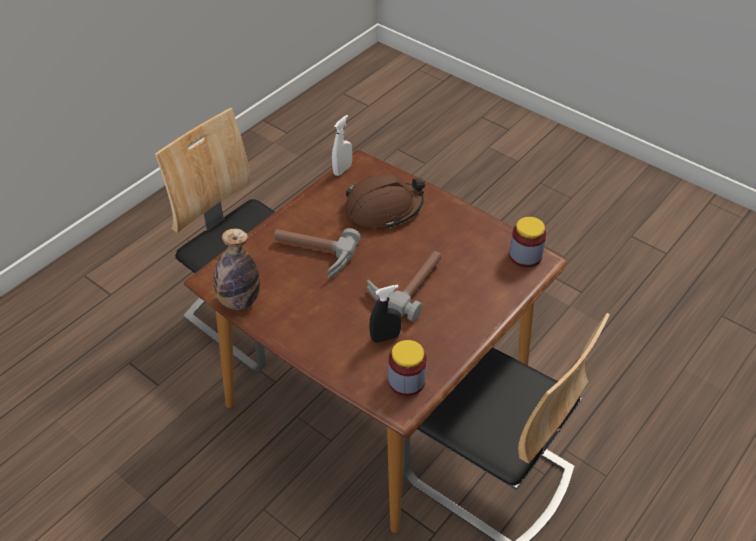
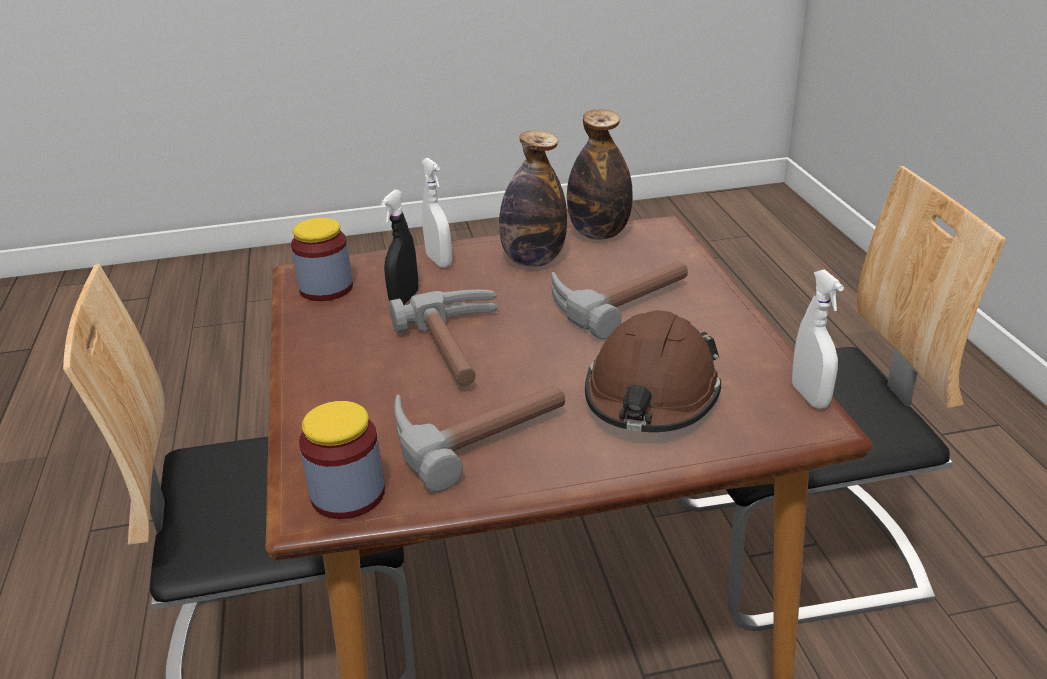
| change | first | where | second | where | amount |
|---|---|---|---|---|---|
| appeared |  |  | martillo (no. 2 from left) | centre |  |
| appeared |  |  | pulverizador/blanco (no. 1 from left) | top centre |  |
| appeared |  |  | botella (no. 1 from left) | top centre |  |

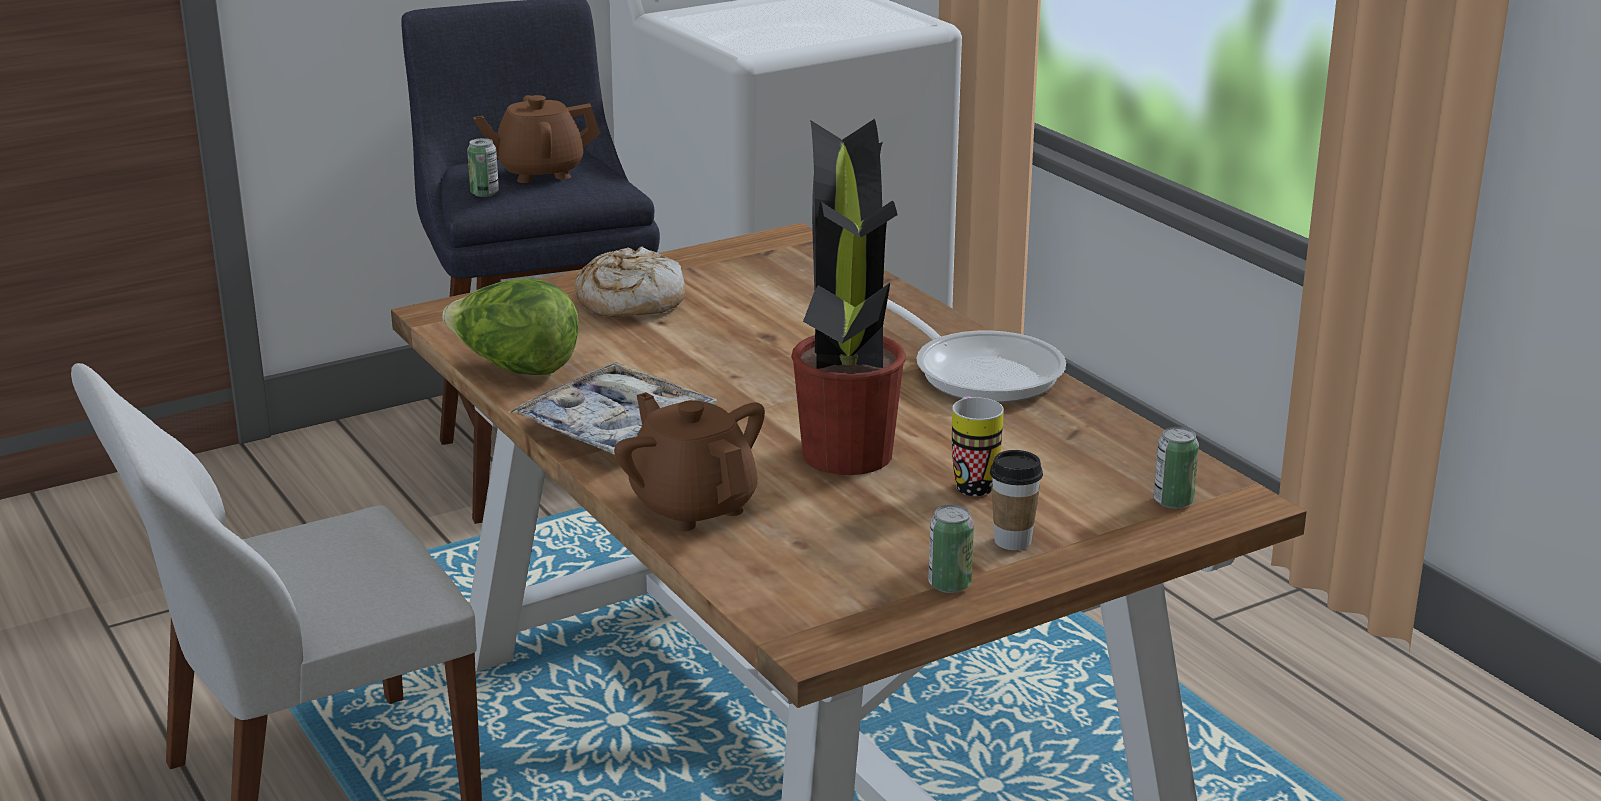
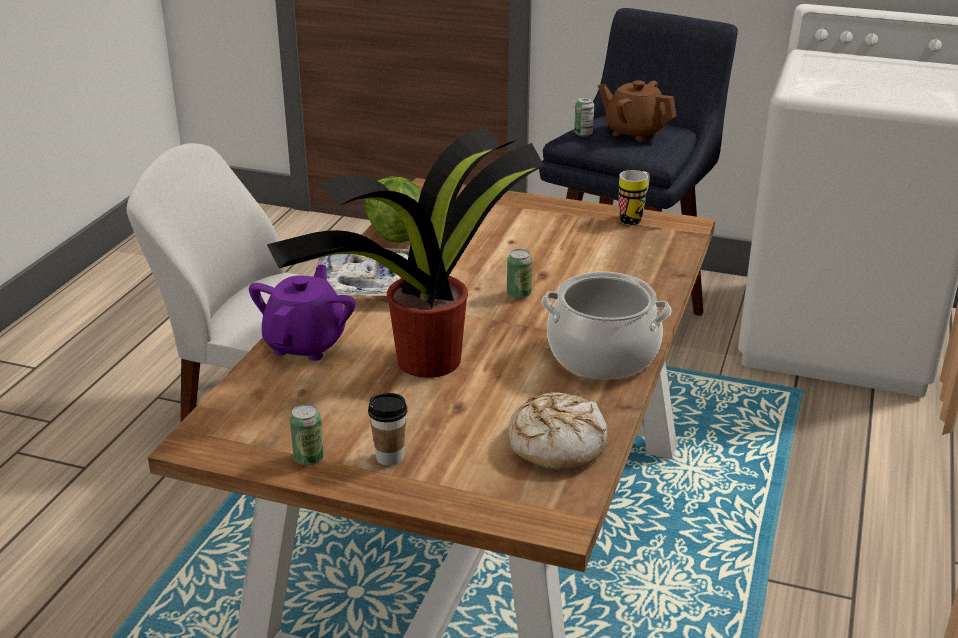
| change | first | where | second | where | amount |
|---|---|---|---|---|---|
| relocated | pan | centre |  | bottom centre |  |
| colour | tetera/marrón (no. 2 from left) | centre | tetera/morado | middle left |  |
| exchanged | sartén | centre | olla | centre |  |
| relocated | taza grande | centre |  | top centre |  |
| relocated | lata (no. 3 from left in the first image) | middle right | lata (no. 2 from left) | centre |  |

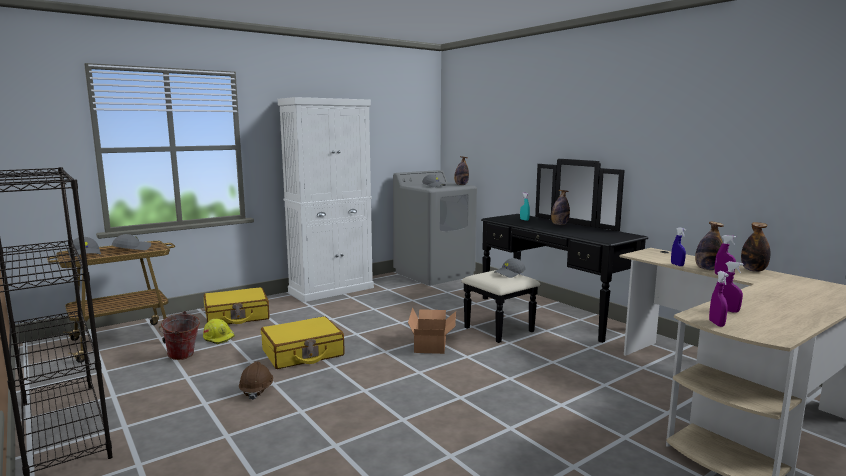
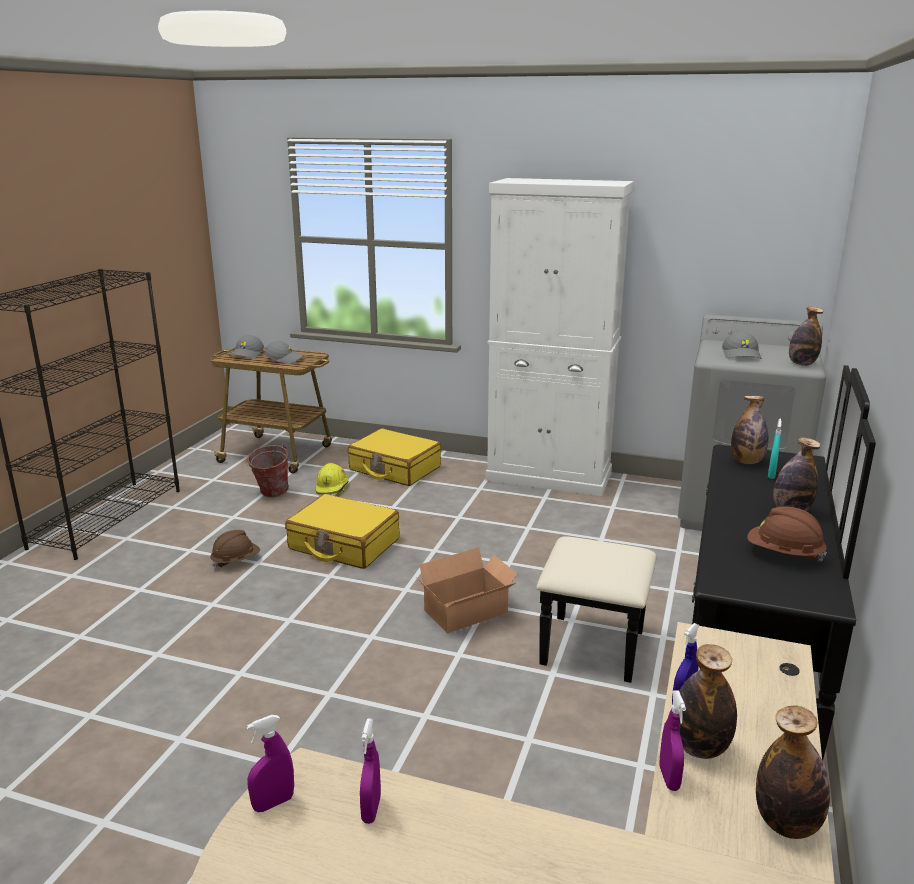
| change | first | where | second | where | amount |
|---|---|---|---|---|---|
| missing | gorra/gris (no. 4 from left) | centre |  |  |  |
| appeared |  |  | botella (no. 2 from left) | middle right |  |
| appeared |  |  | casco/marrón (no. 2 from left) | middle right |  |

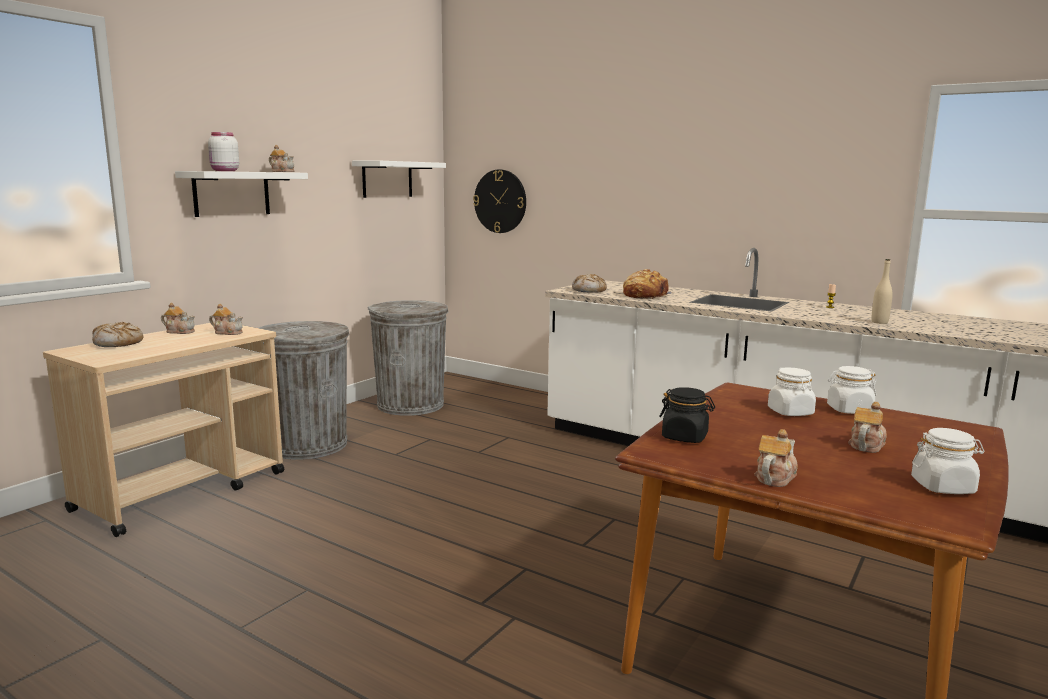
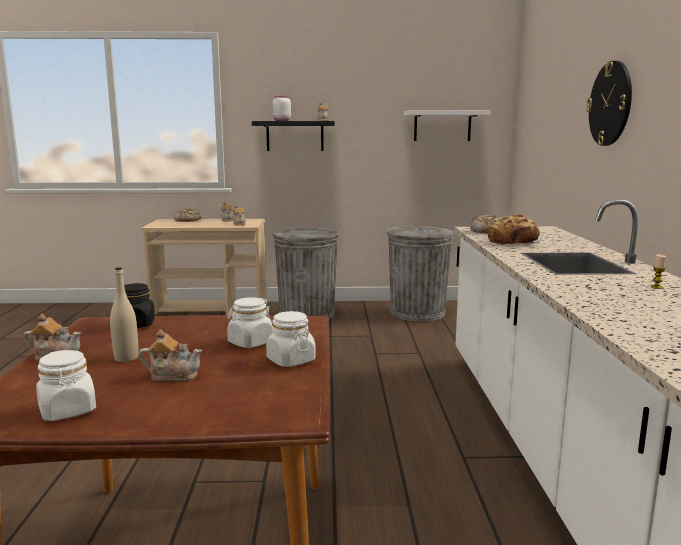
| change | first | where | second | where | amount |
|---|---|---|---|---|---|
| colour | estante/blanco (no. 1 from left) | top left | estante/negro | top centre |  |
| relocated | reloj de pared | top centre |  | top right |  |
| relocated | botella/beis | middle right |  | middle left |  |

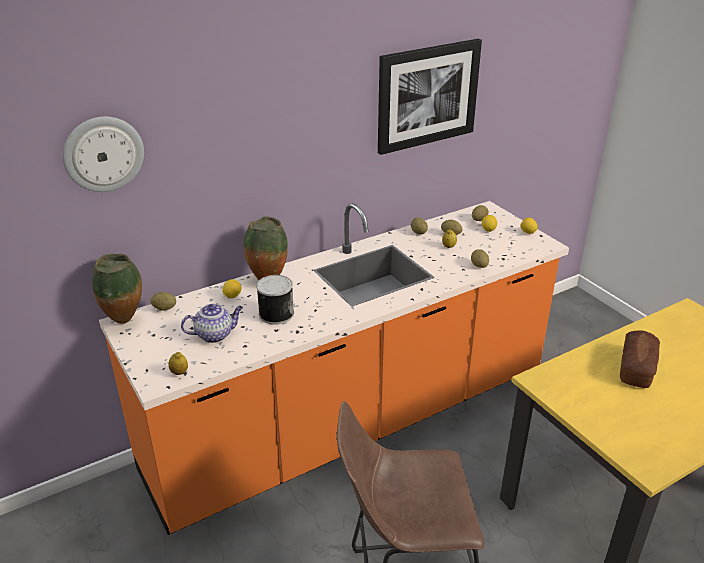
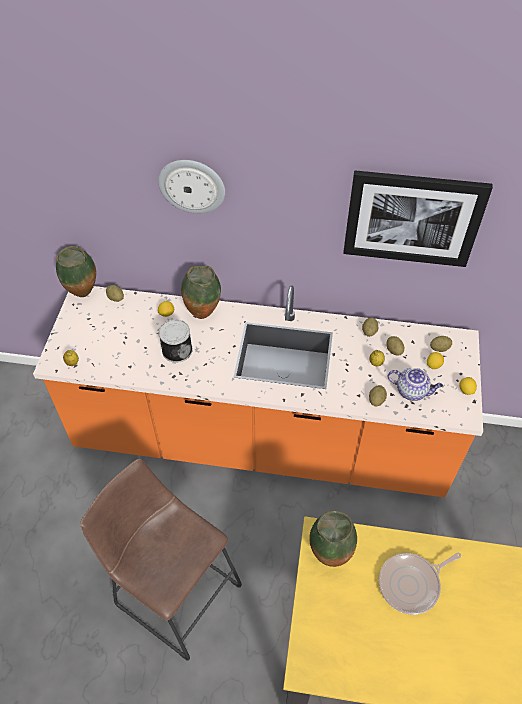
| change | first | where | second | where | amount |
|---|---|---|---|---|---|
| relocated | reloj de pared | top left |  | top centre |  |
| relocated | tetera | middle left |  | middle right |  |
| exchanged | pan | middle right | sartén | bottom right |  |
| appeared |  |  | florero (no. 3 from left) | bottom centre |  |

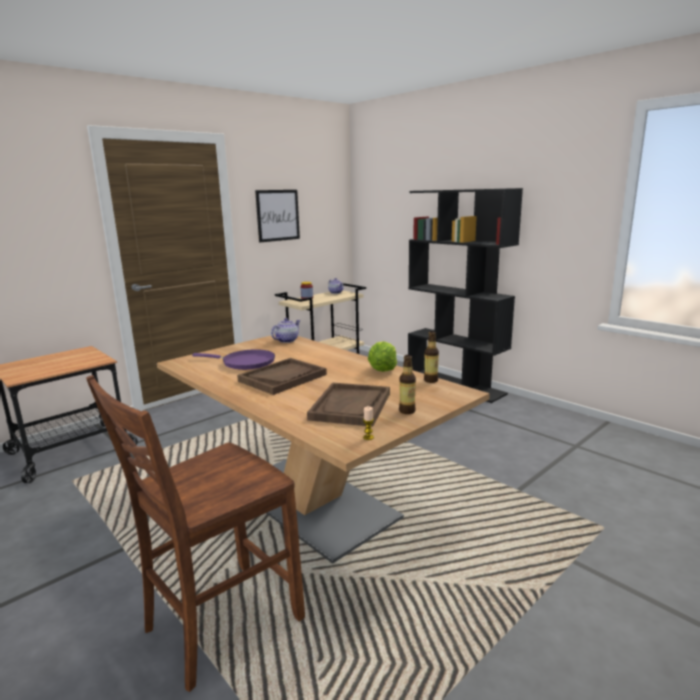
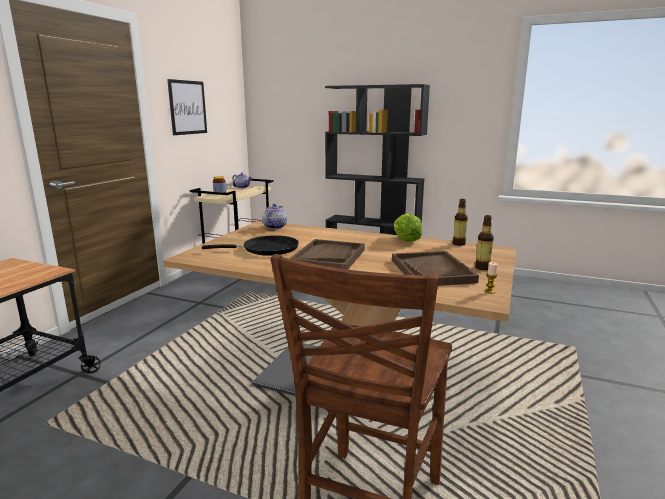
| change | first | where | second | where | amount |
|---|---|---|---|---|---|
| colour | sartén/morado | middle left | sartén/negro | centre |  |

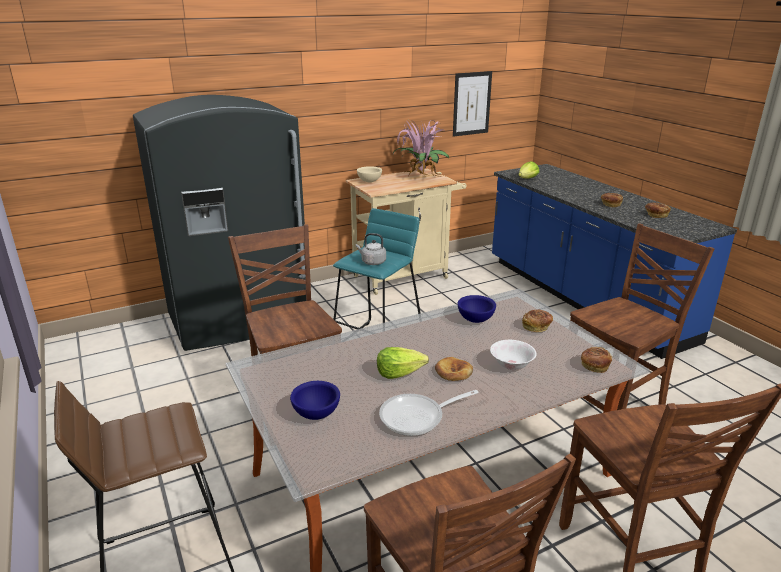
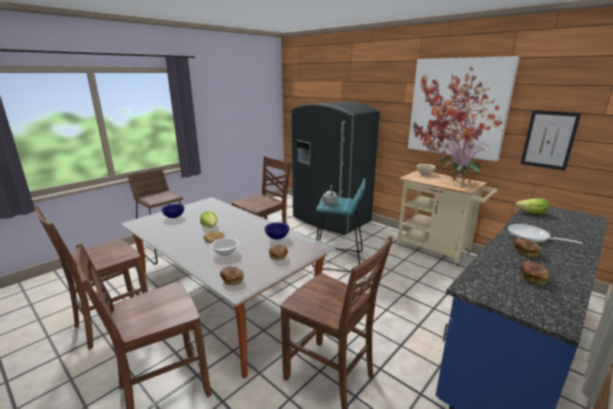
| change | first | where | second | where | amount |
|---|---|---|---|---|---|
| relocated | sartén | bottom centre |  | middle right |  |
| appeared |  |  | cuadro (no. 1 from left) | top right |  |

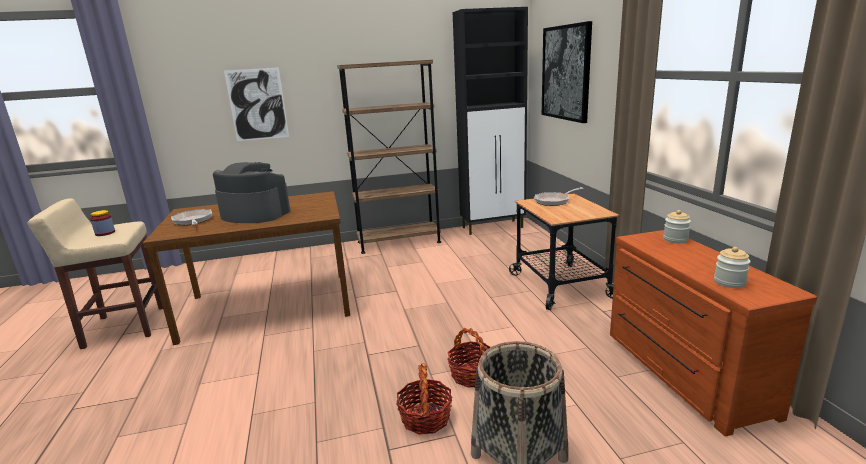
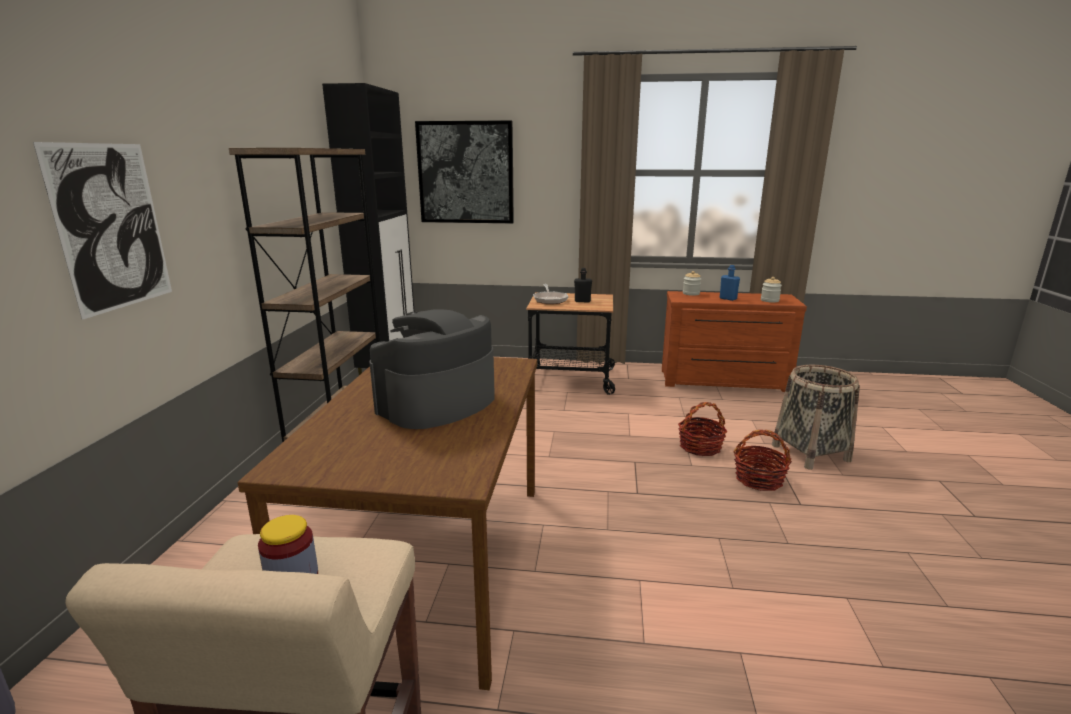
| change | first | where | second | where | amount |
|---|---|---|---|---|---|
| missing | sartén (no. 1 from left) | middle left |  |  |  |
| appeared |  |  | botella/negro | centre |  |
| appeared |  |  | botella/azul | middle right |  |

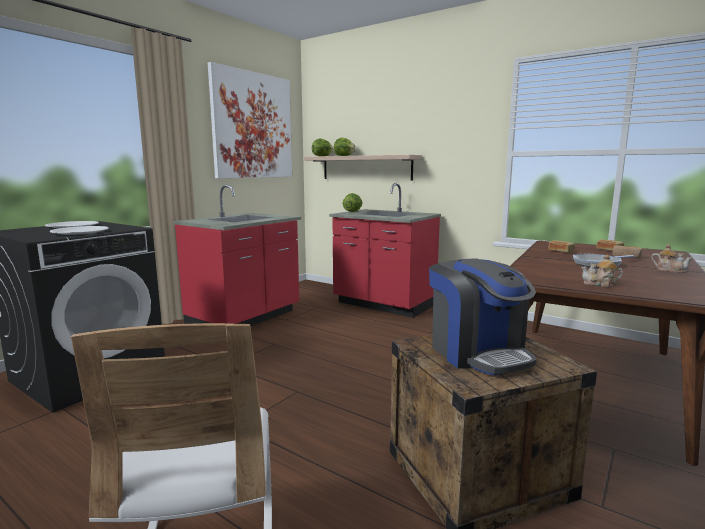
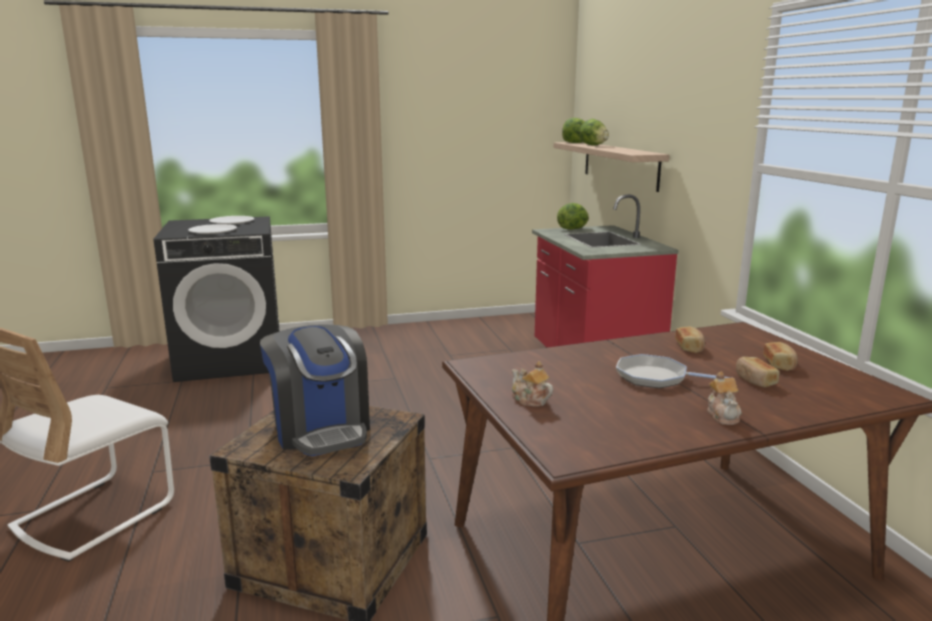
| change | first | where | second | where | amount |
|---|---|---|---|---|---|
| missing | mueble bajo de cocina/rojo (no. 1 from left) | centre |  |  |  |
| missing | cuadro | top centre |  |  |  |
| spun | cafetera | middle right |  | centre | 45 degrees counterclockwise |

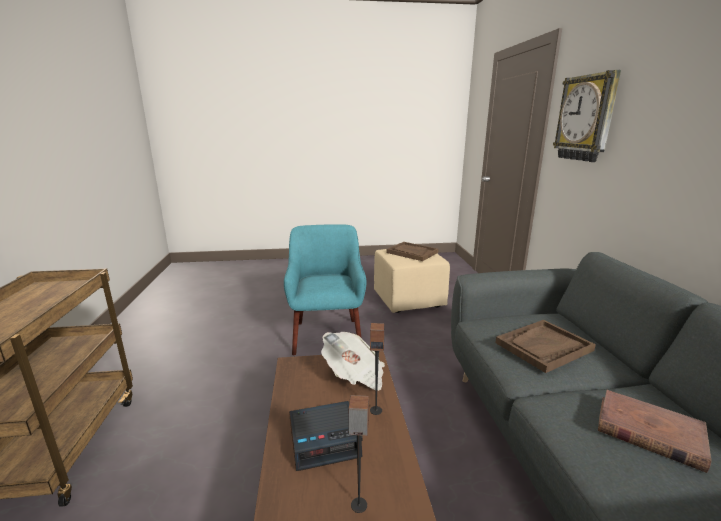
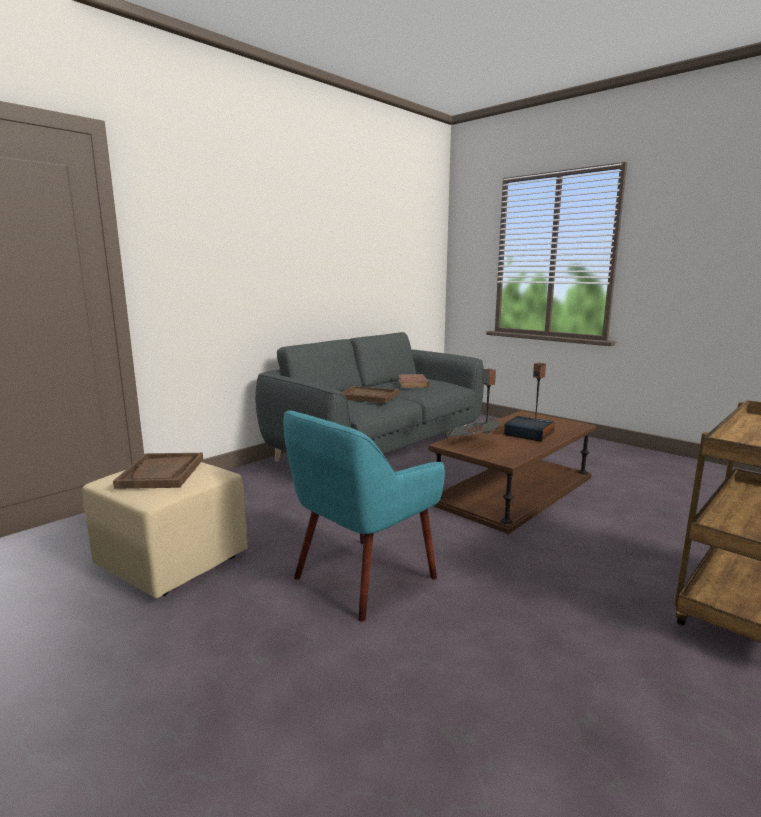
| change | first | where | second | where | amount |
|---|---|---|---|---|---|
| missing | reloj de pared | top right |  |  |  |

